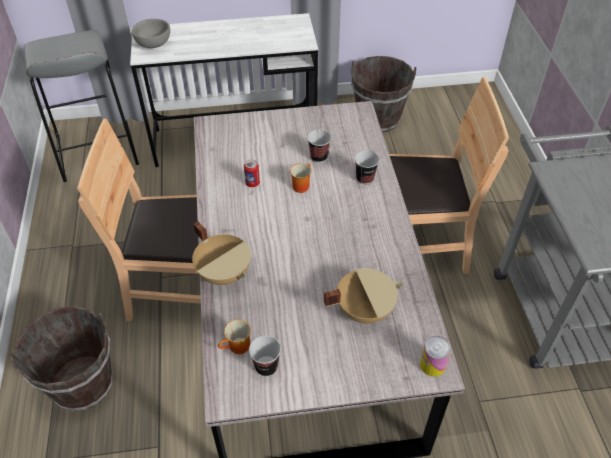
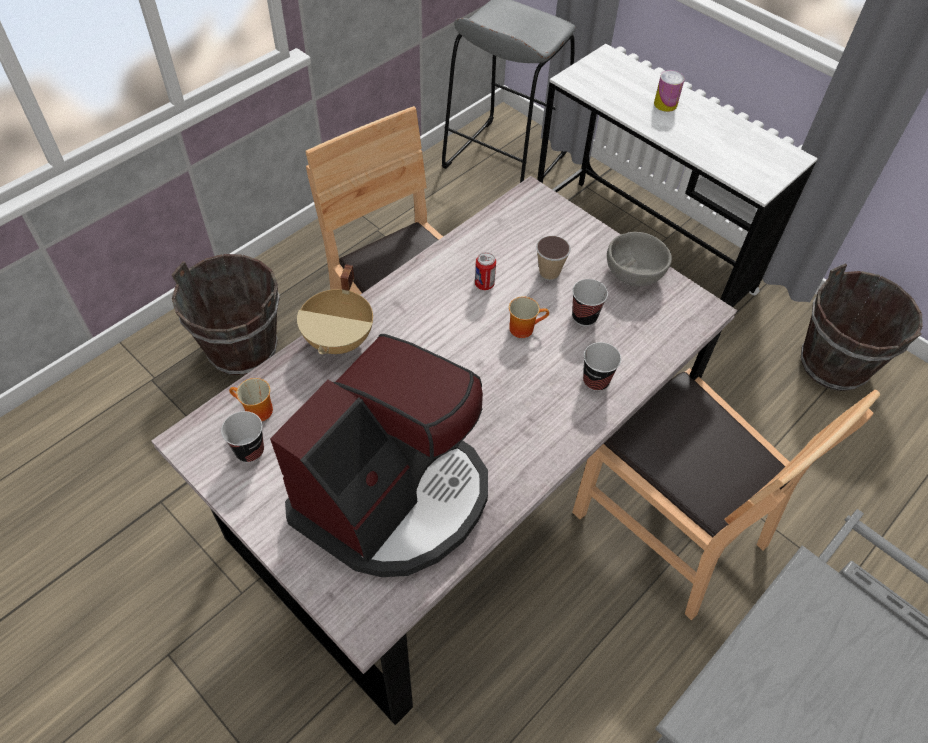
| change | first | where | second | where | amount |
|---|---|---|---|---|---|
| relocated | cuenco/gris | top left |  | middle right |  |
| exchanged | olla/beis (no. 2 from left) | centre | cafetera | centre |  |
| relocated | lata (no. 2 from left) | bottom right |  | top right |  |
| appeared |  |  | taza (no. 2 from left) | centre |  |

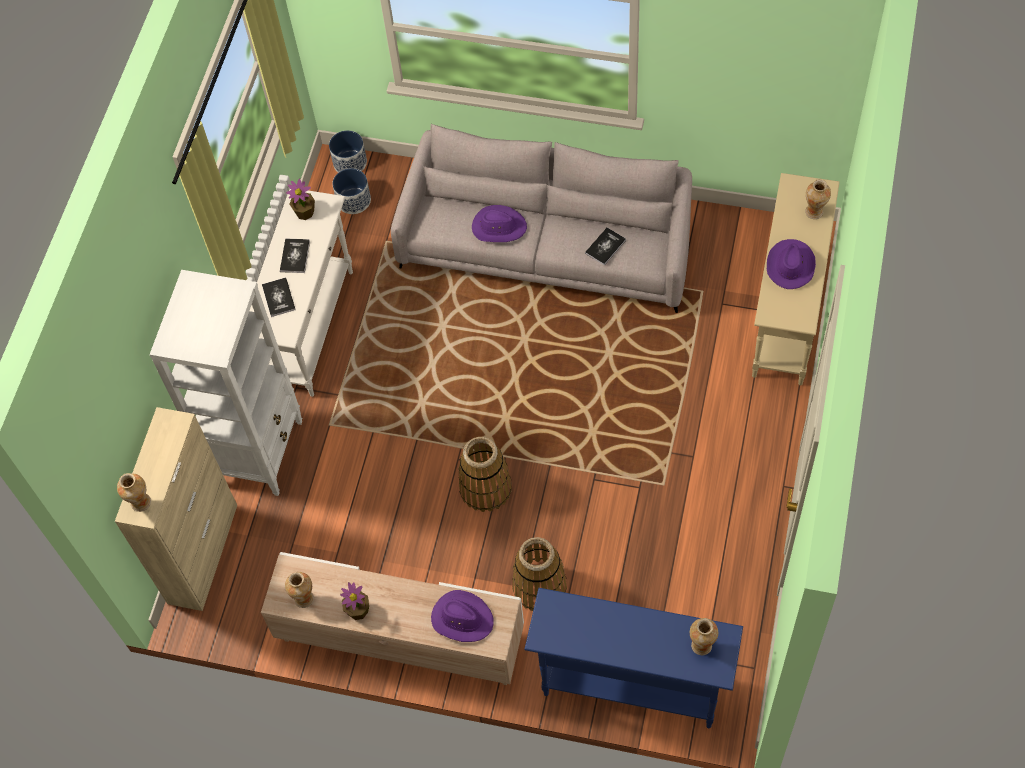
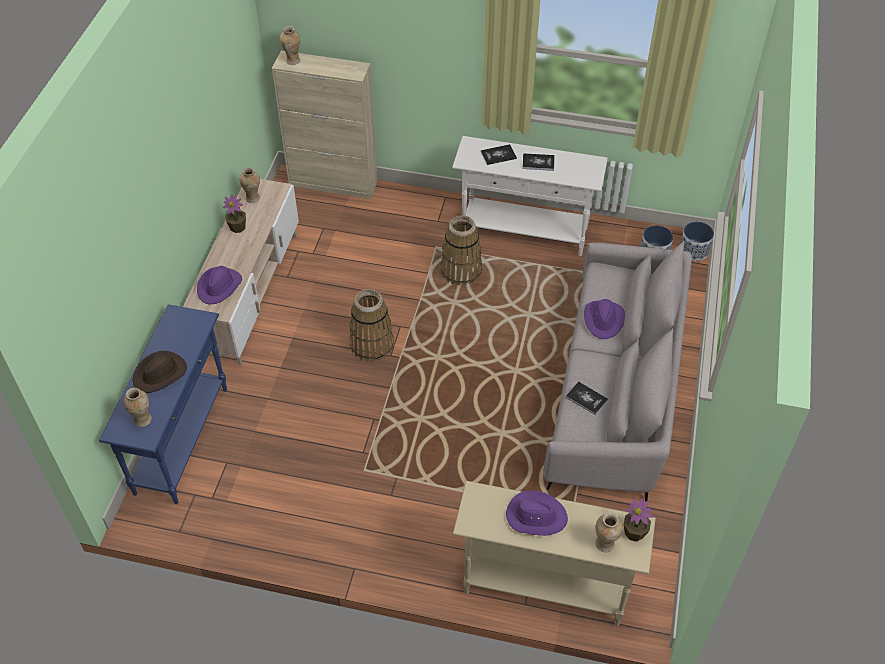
| change | first | where | second | where | amount |
|---|---|---|---|---|---|
| missing | estantería/blanco | middle left |  |  |  |
| relocated | planta en maceta (no. 1 from left in the first image) | top left | planta en maceta (no. 2 from left) | bottom right |  |
| relocated | cesta (no. 2 from left) | bottom centre |  | centre |  |
| appeared |  |  | sombrero/marrón | middle left |  |

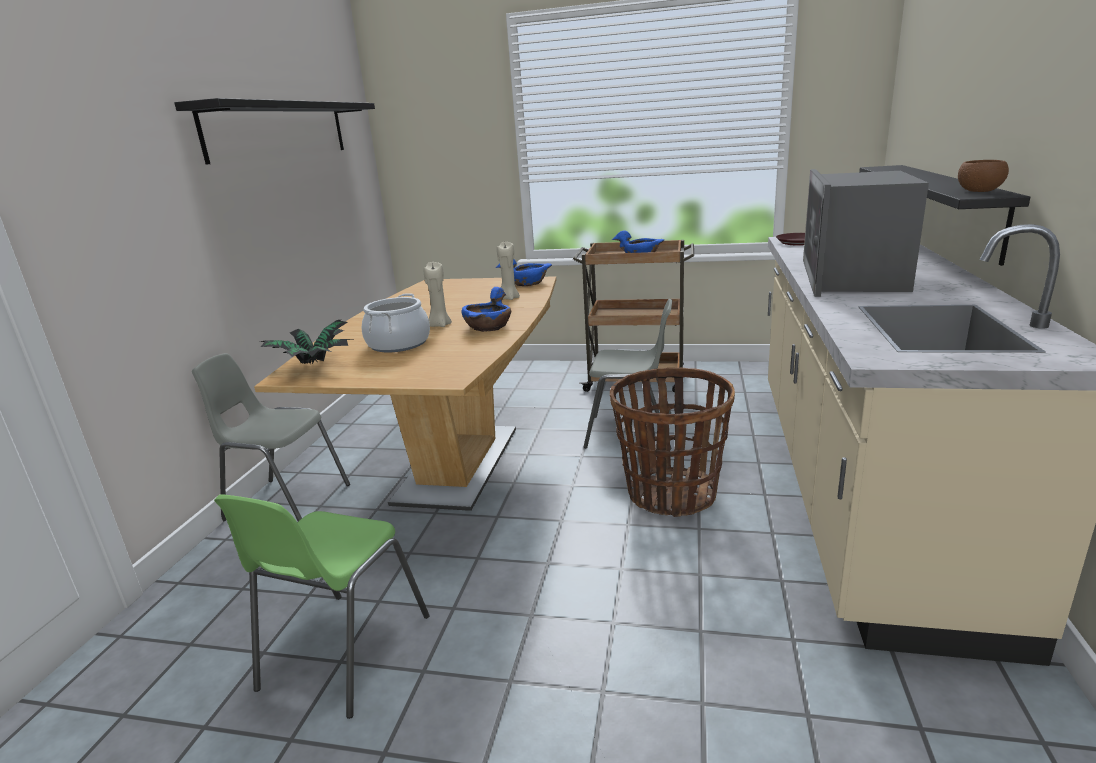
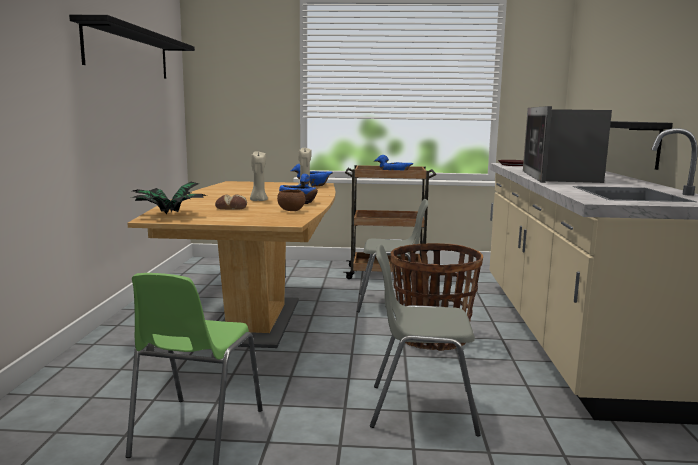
| change | first | where | second | where | amount |
|---|---|---|---|---|---|
| relocated | silla/gris (no. 1 from left in the first image) | middle left | silla/gris (no. 2 from left) | bottom centre |  |
| exchanged | olla | centre | pan | middle left |  |
| relocated | cuenco/marrón | top right |  | centre |  |

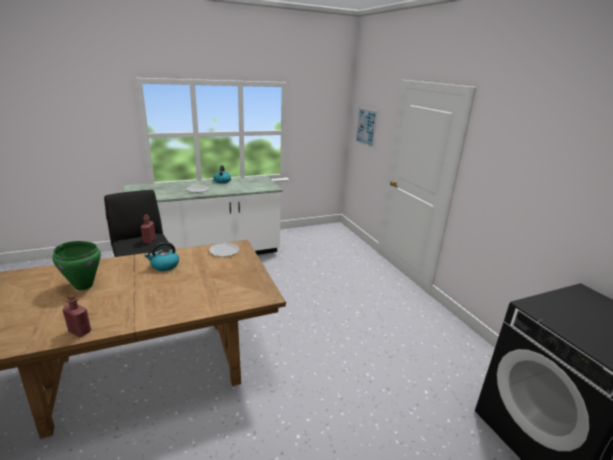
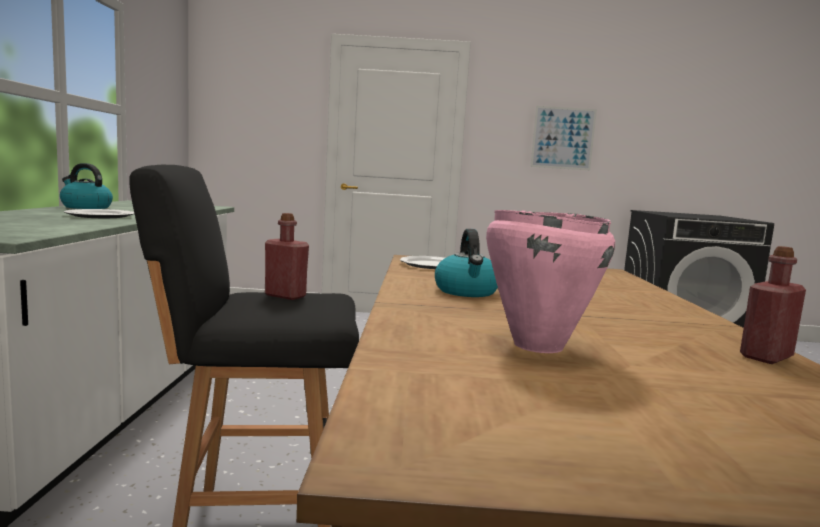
| change | first | where | second | where | amount |
|---|---|---|---|---|---|
| colour | olla/verde | middle left | olla/rosa | middle right |  |
| relocated | cuadro | top centre |  | top right |  |

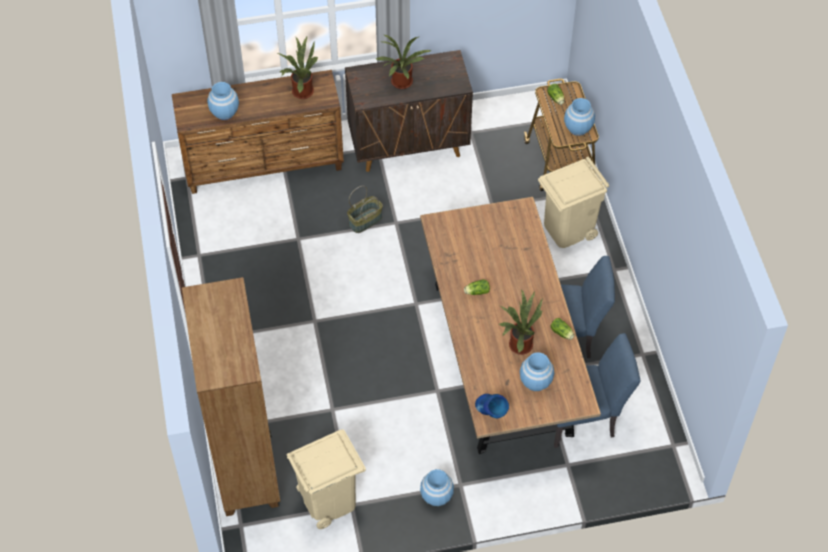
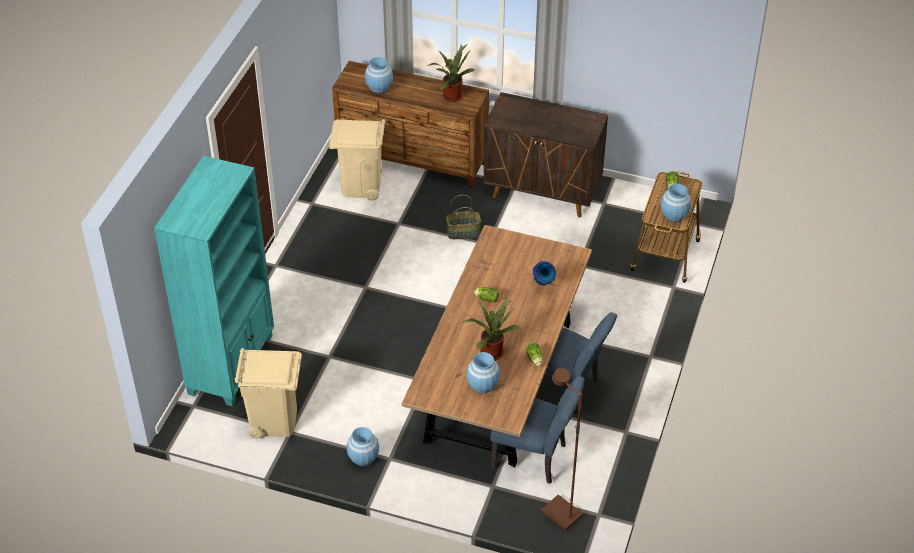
| change | first | where | second | where | amount |
|---|---|---|---|---|---|
| colour | estantería/marrón | bottom left | estantería/turquesa | middle left |  |
| missing | planta en maceta (no. 2 from left) | top centre |  |  |  |
| relocated | florero/azul (no. 3 from left in the first image) | bottom centre | florero/azul (no. 4 from left) | centre |  |
| relocated | papelera/beis (no. 2 from left) | middle right |  | top centre |  |
| appeared |  |  | lámpara de pie/marrón | bottom centre |  |

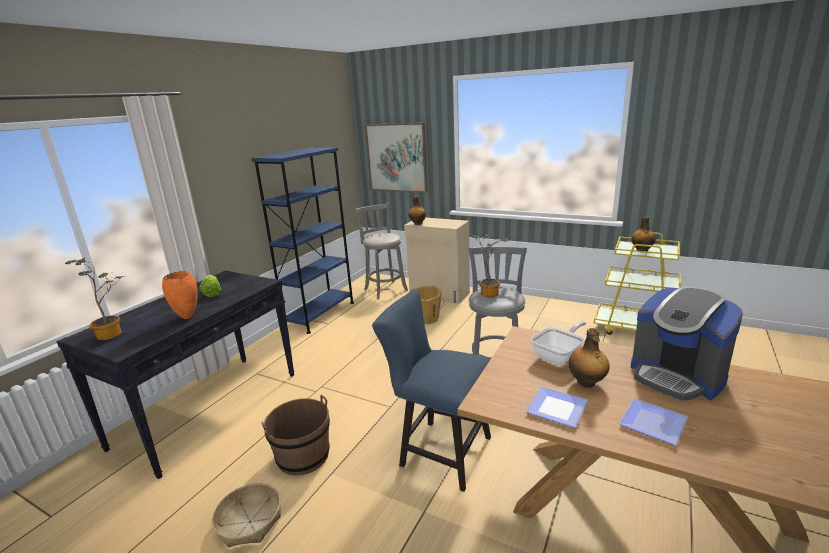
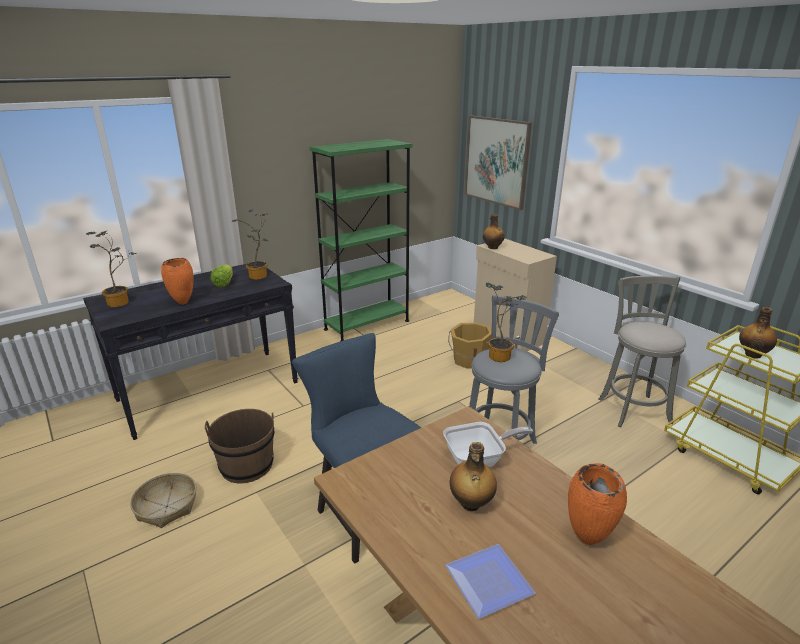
| change | first | where | second | where | amount |
|---|---|---|---|---|---|
| colour | estantería/azul | centre | estantería/verde | centre |  |
| relocated | taburete/gris (no. 1 from left in the first image) | centre | taburete/gris (no. 2 from left) | middle right |  |
| missing | plato (no. 1 from left) | bottom right |  |  |  |
| exchanged | cafetera | middle right | florero/naranja (no. 2 from left) | bottom right |  |
| appeared |  |  | planta en maceta (no. 2 from left) | middle left |  |

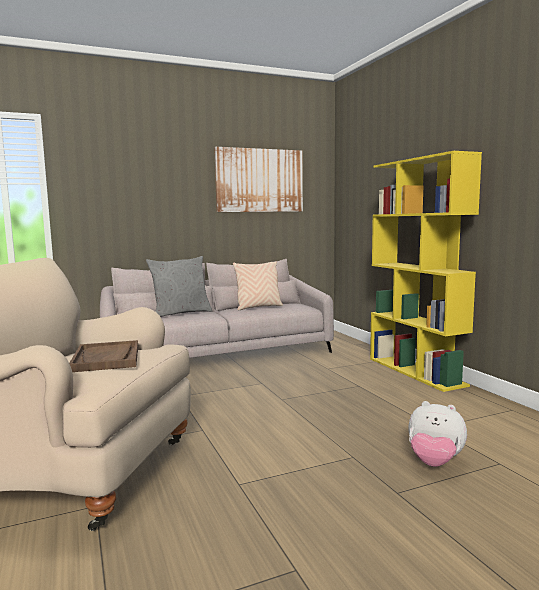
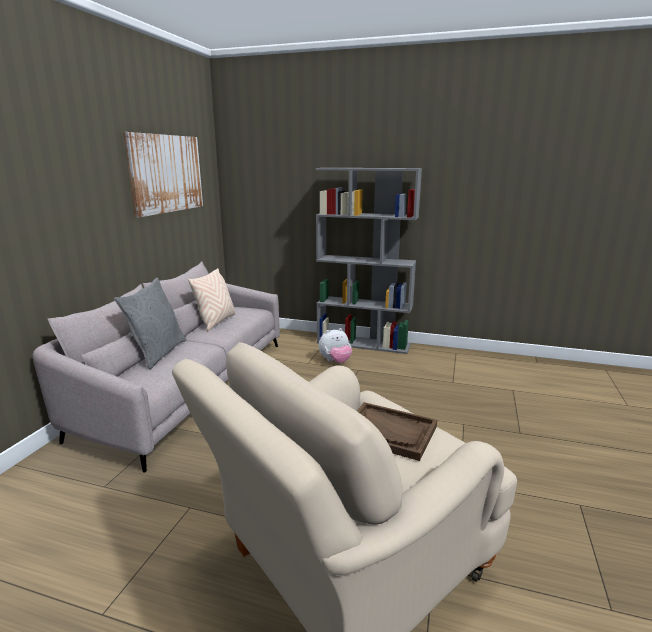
| change | first | where | second | where | amount |
|---|---|---|---|---|---|
| colour | estantería/amarillo | middle right | estantería/gris | centre |  |
| relocated | peluche | bottom right |  | centre |  |

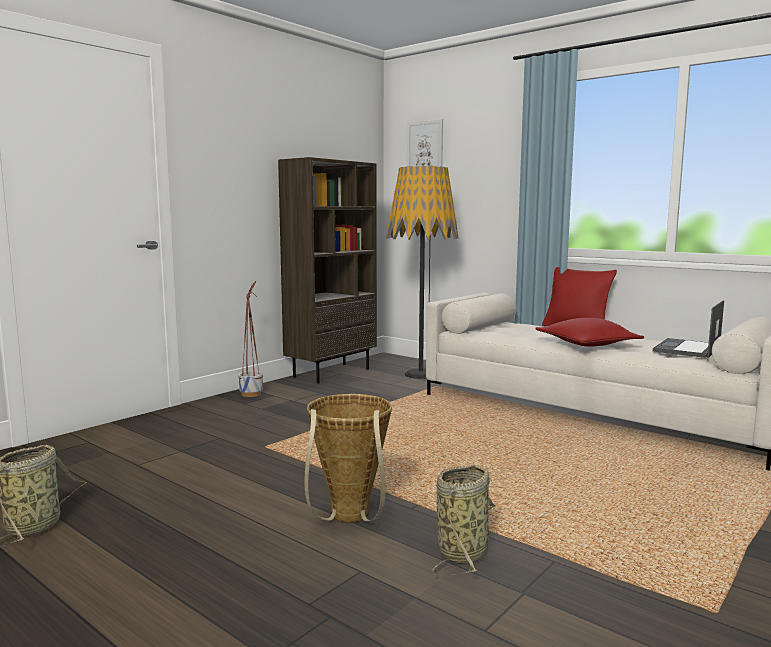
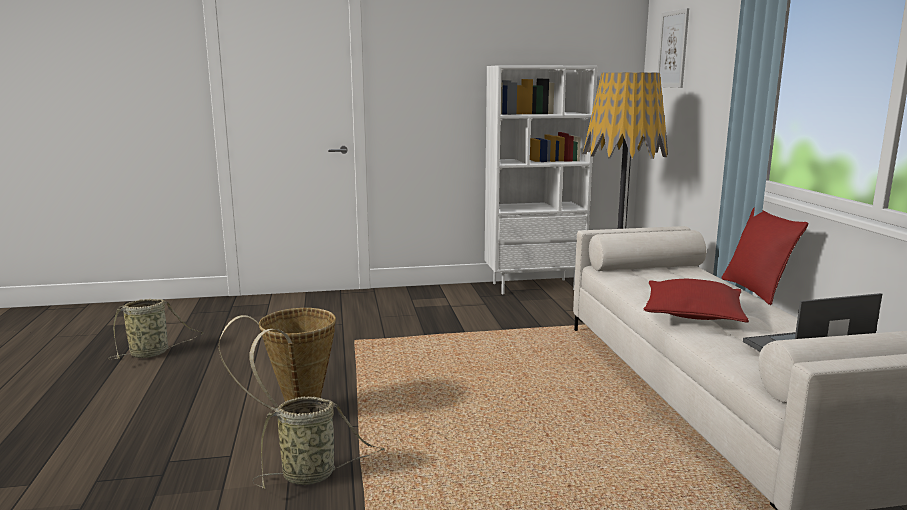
| change | first | where | second | where | amount |
|---|---|---|---|---|---|
| missing | maceta | middle left |  |  |  |
| colour | estantería/marrón | centre | estantería/blanco | centre |  |

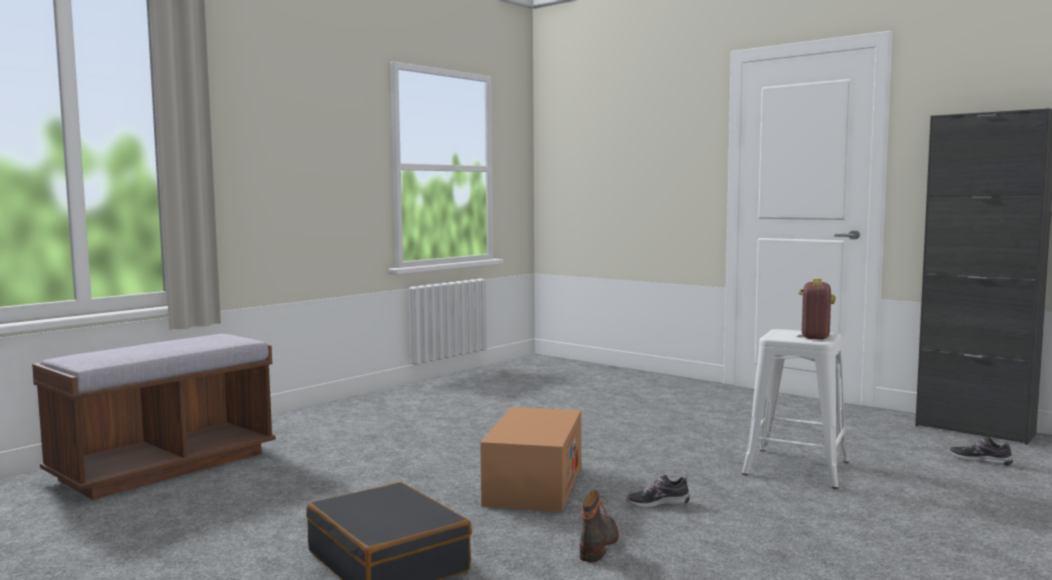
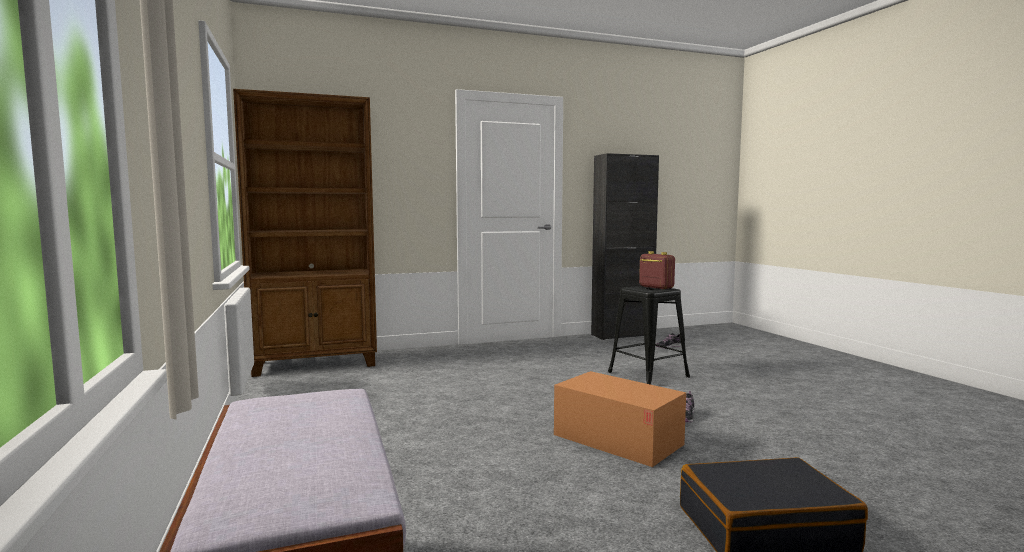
| change | first | where | second | where | amount |
|---|---|---|---|---|---|
| missing | bota | bottom centre |  |  |  |
| colour | taburete/blanco | bottom right | taburete/negro | centre |  |
| appeared |  |  | estantería/marrón | middle left |  |

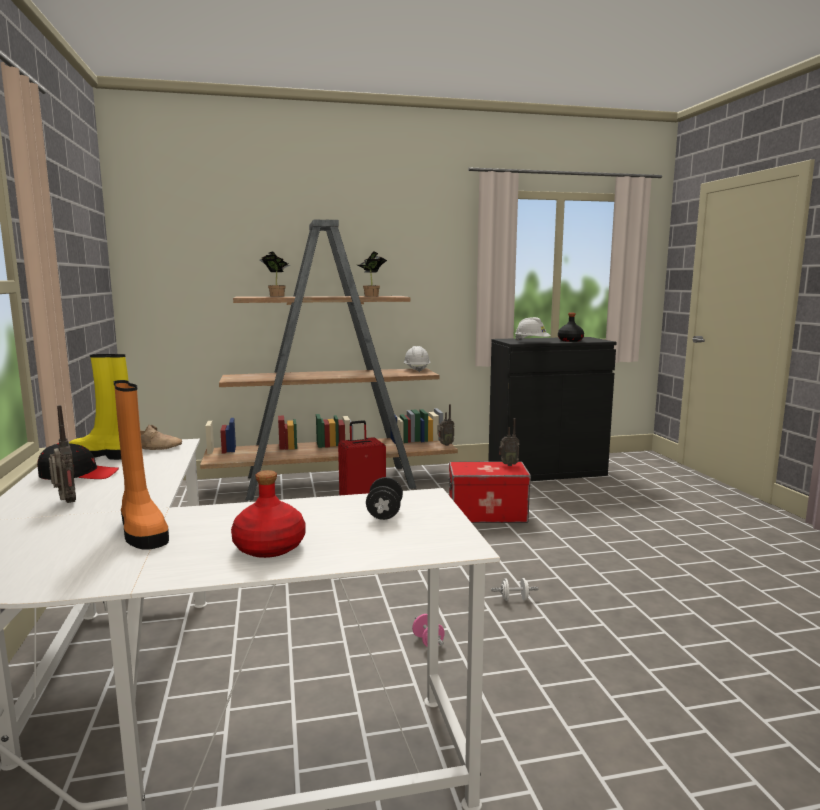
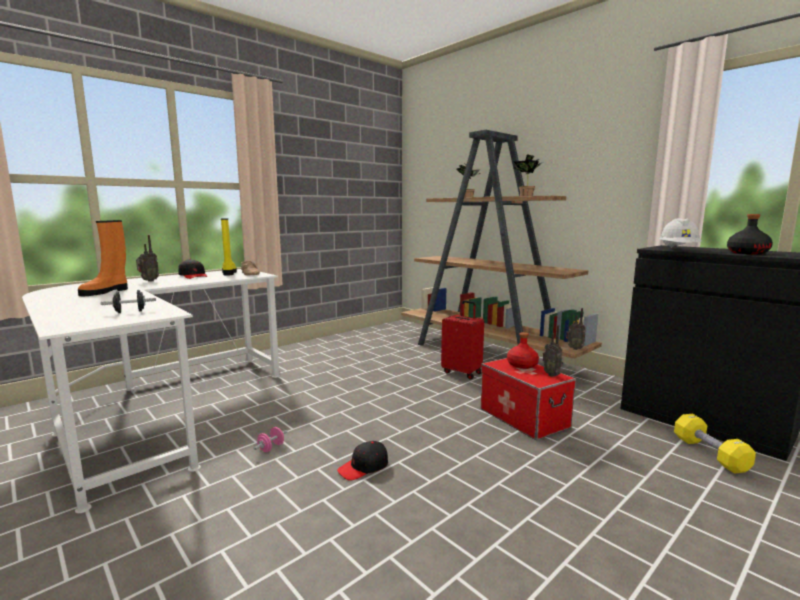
| change | first | where | second | where | amount |
|---|---|---|---|---|---|
| relocated | botella/rojo | middle left |  | centre |  |
| missing | casco/blanco (no. 1 from left) | centre |  |  |  |
| exchanged | mancuerna/blanco | bottom centre | gorra/negro (no. 2 from left) | bottom centre |  |
| appeared |  |  | mancuerna/amarillo | bottom right |  |

